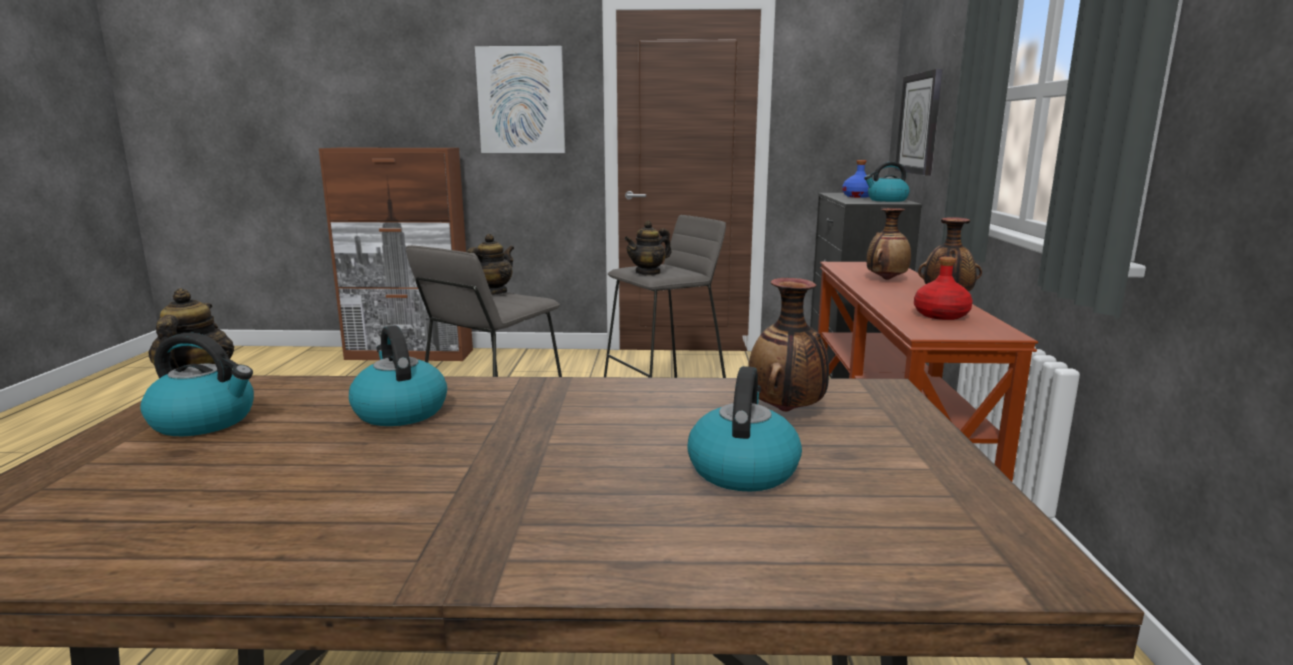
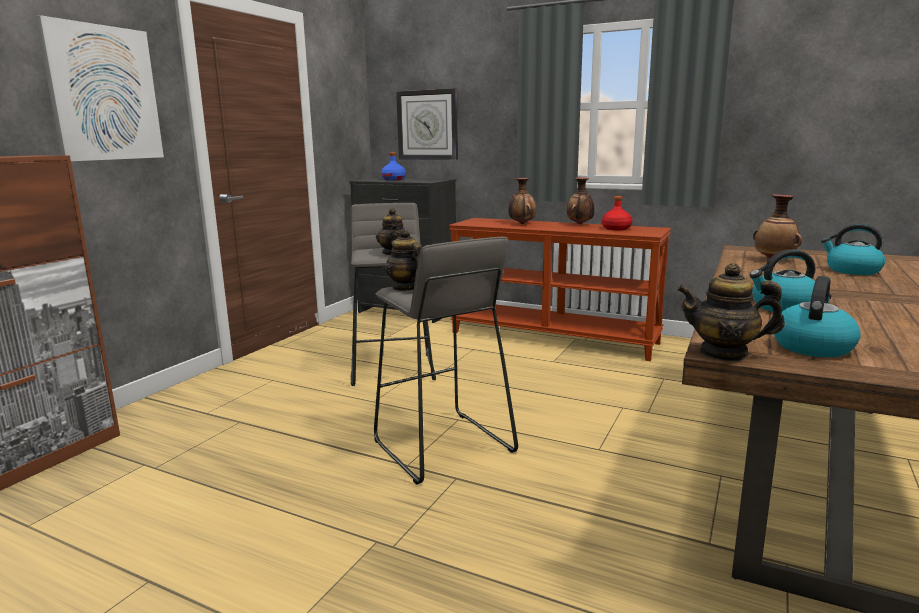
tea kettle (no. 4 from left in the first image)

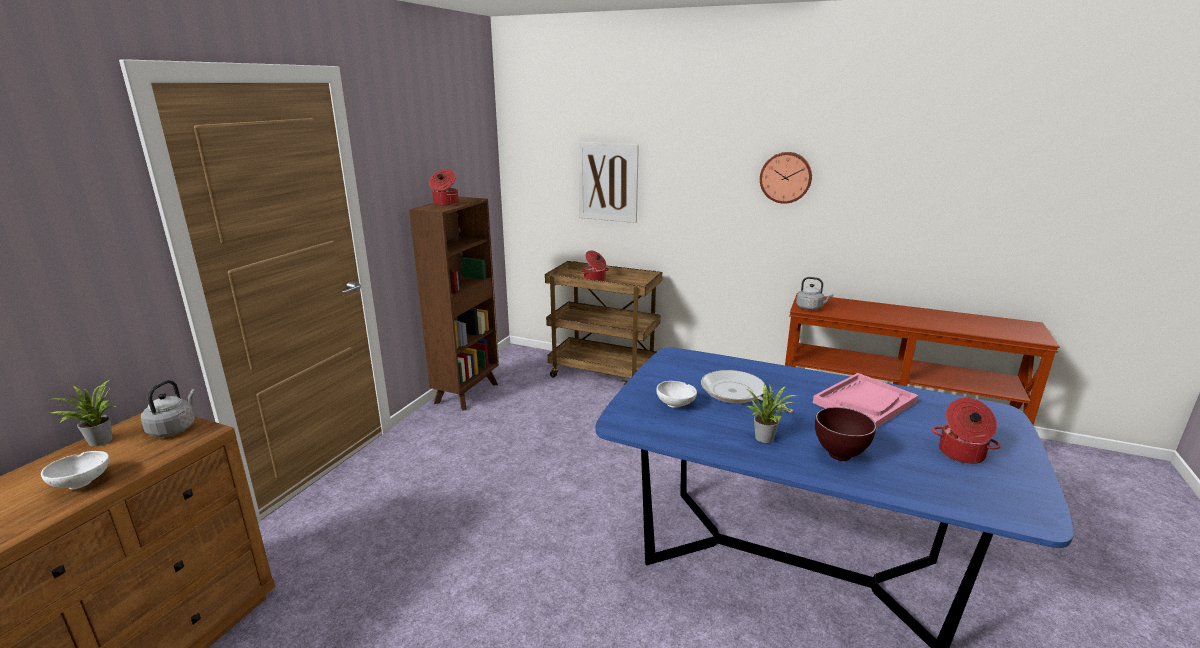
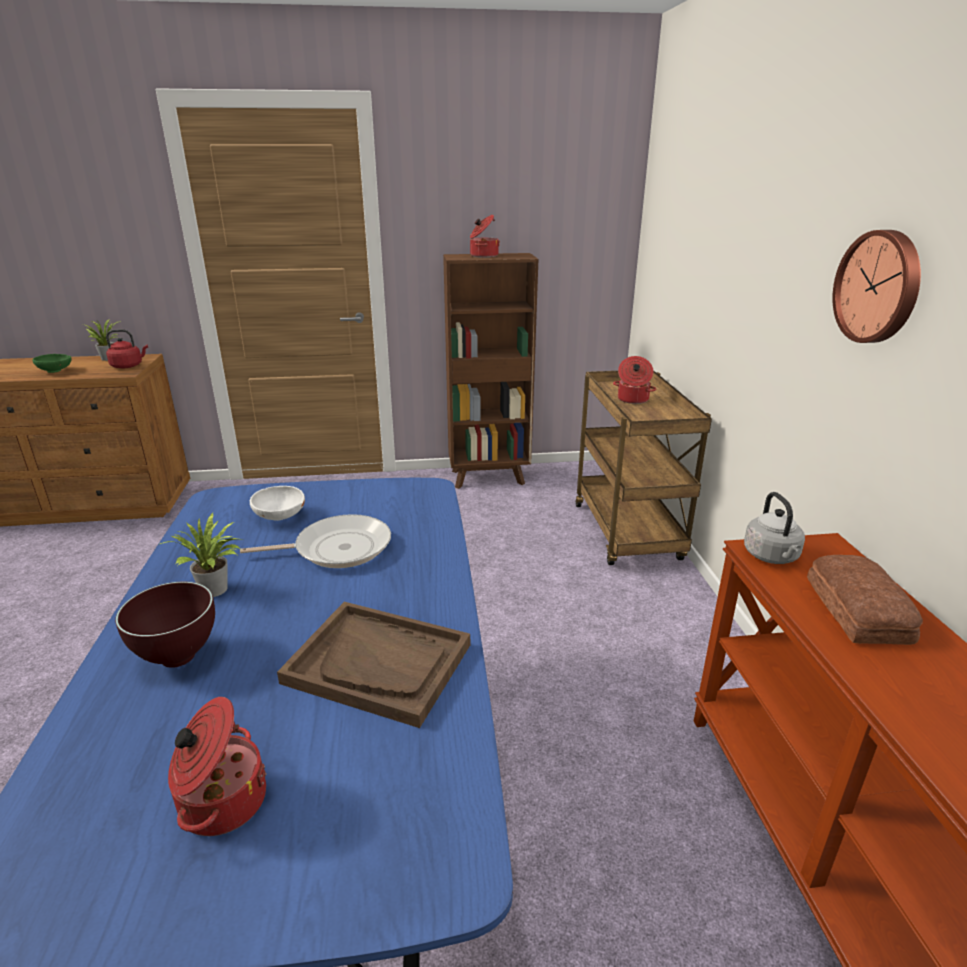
green serving bowl
red tea kettle
wall picture
skillet
brown carrying tray
bread

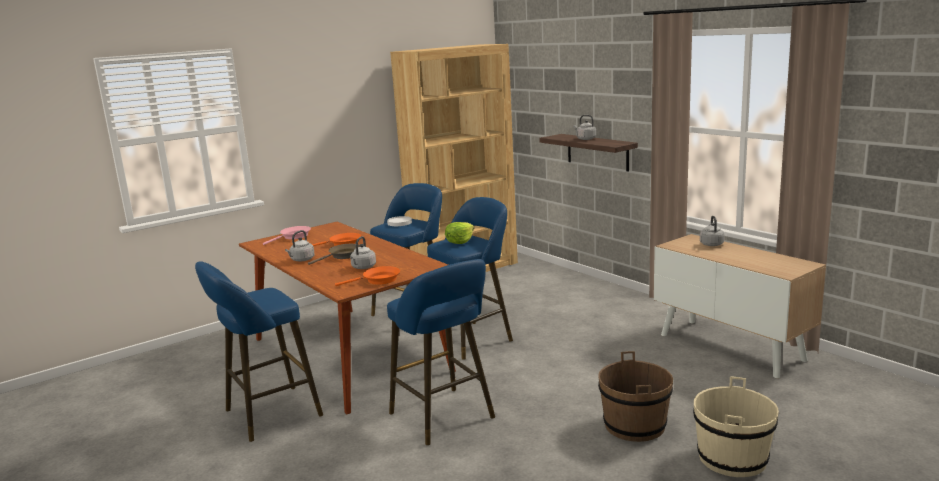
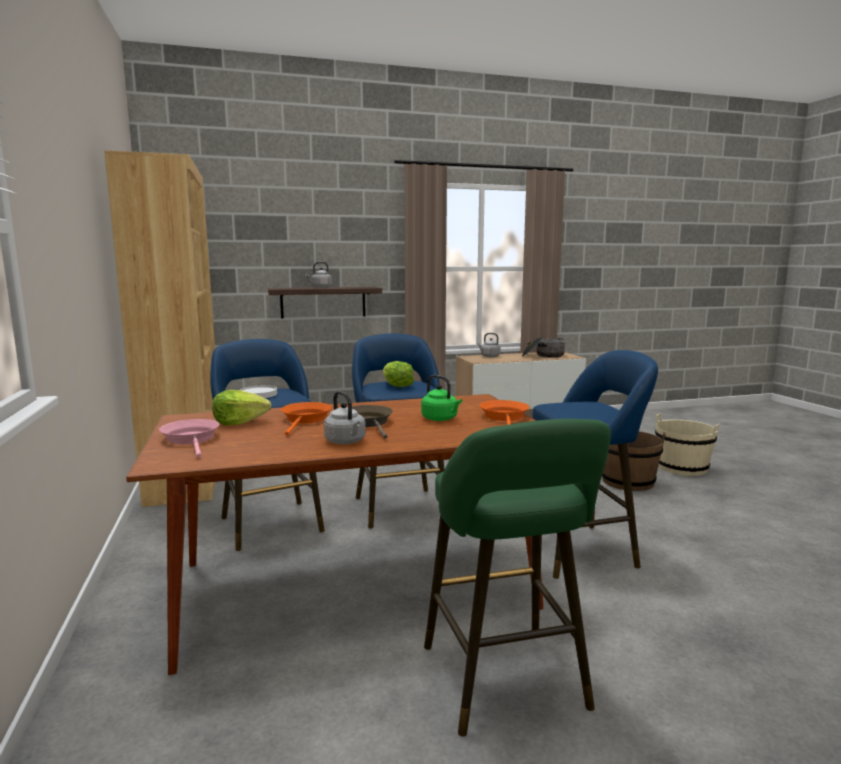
green sitting stool
green tea kettle
head of lettuce (no. 1 from left)
stockpot

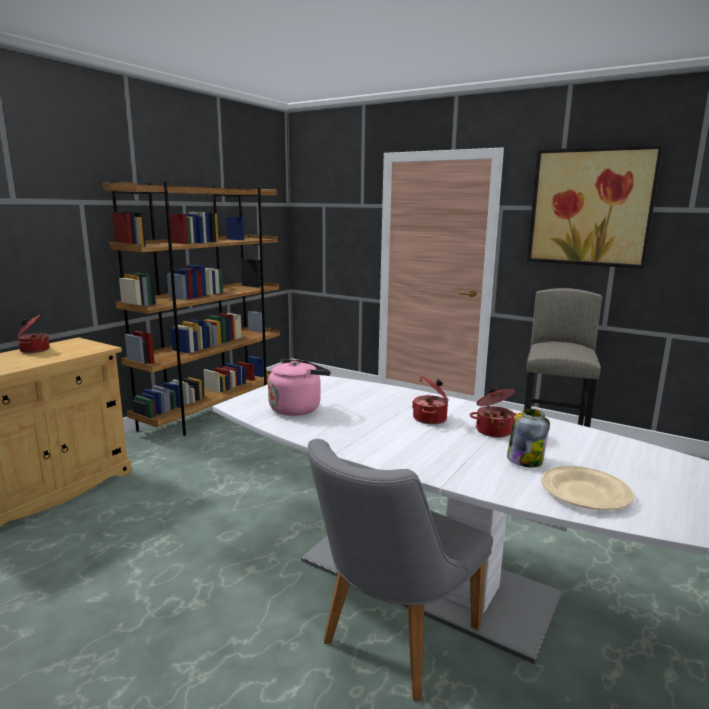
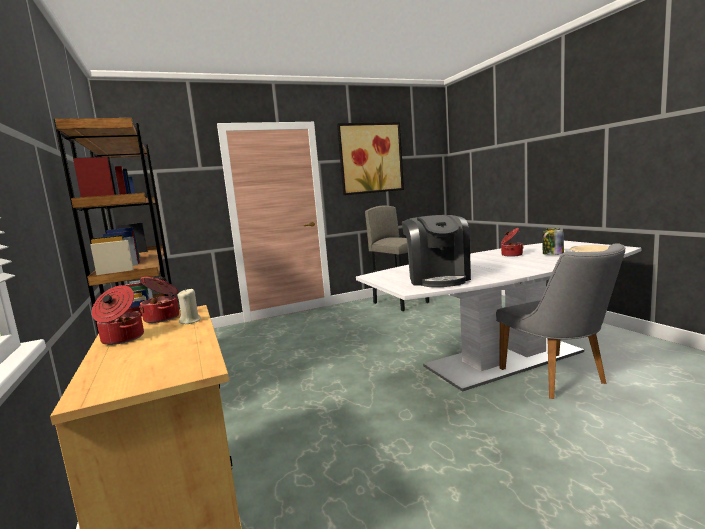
coffee machine
stockpot (no. 2 from left)
beige candle

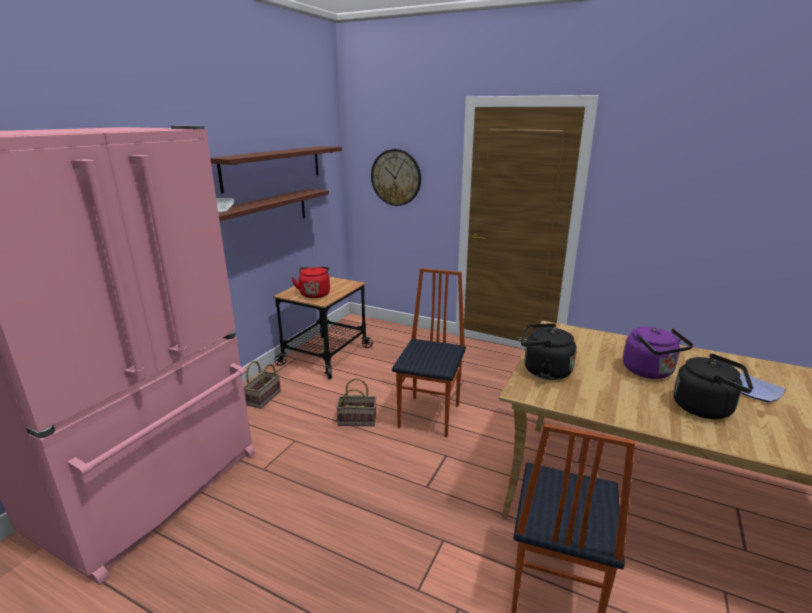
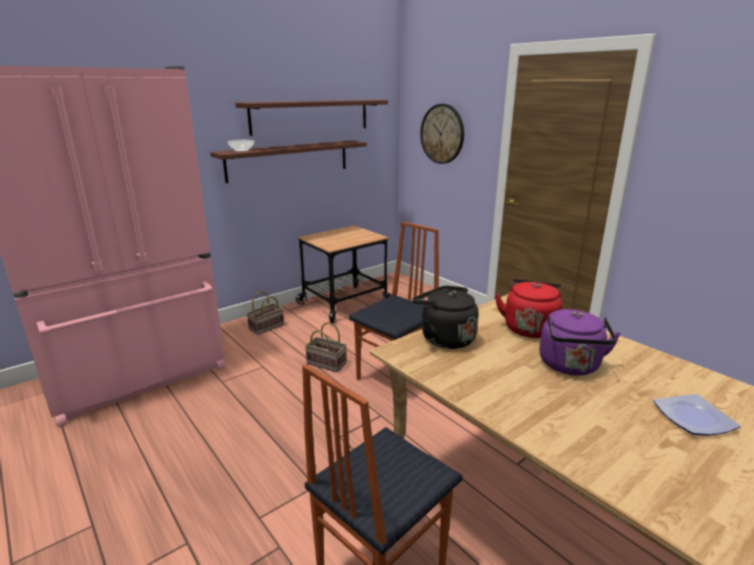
red tea kettle
black-coloured tea kettle (no. 2 from left in the first image)

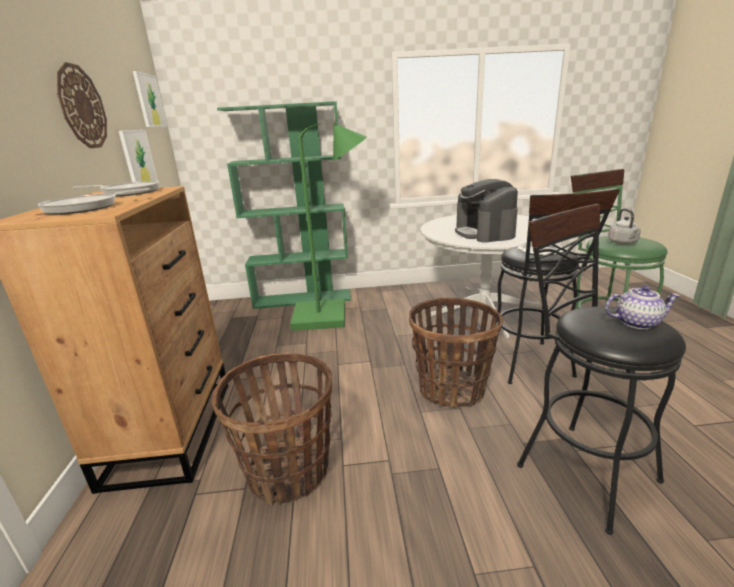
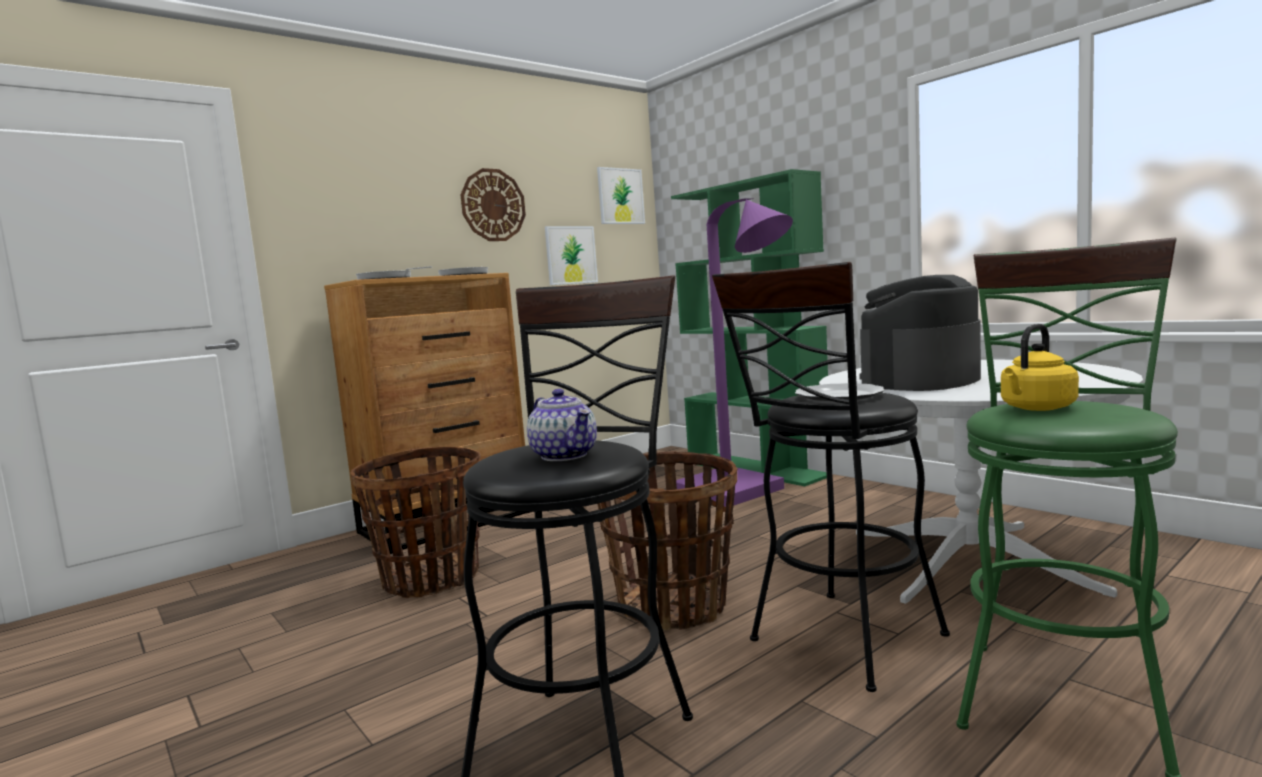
purplish standard lamp
yellow-coloured tea kettle

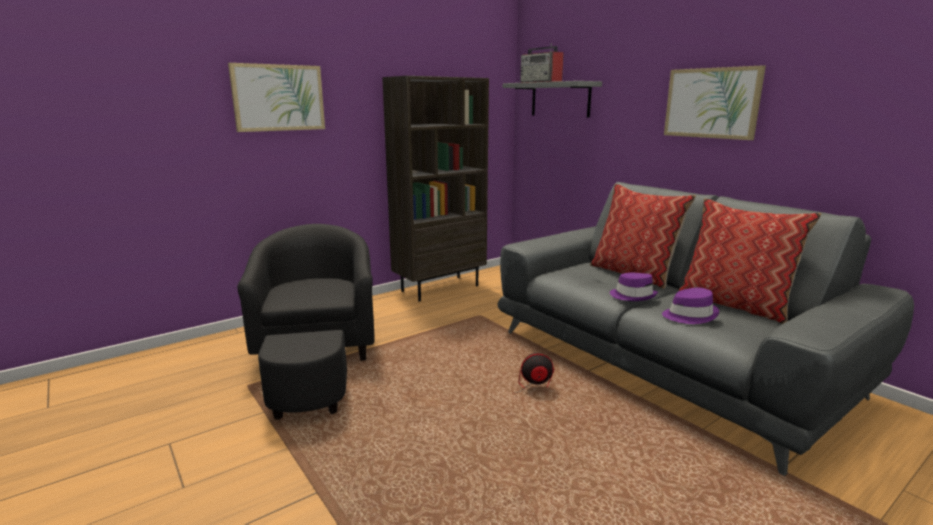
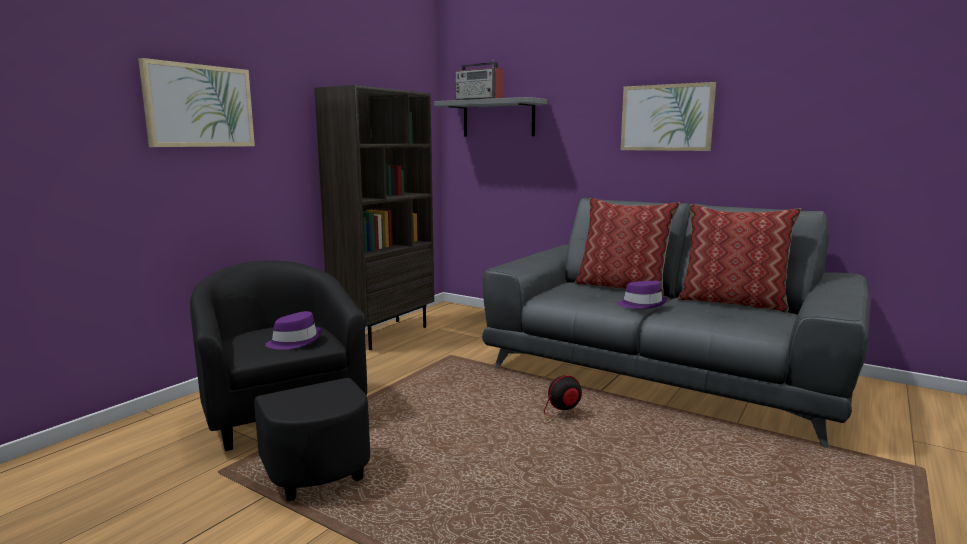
purplish wearable hat (no. 1 from left)

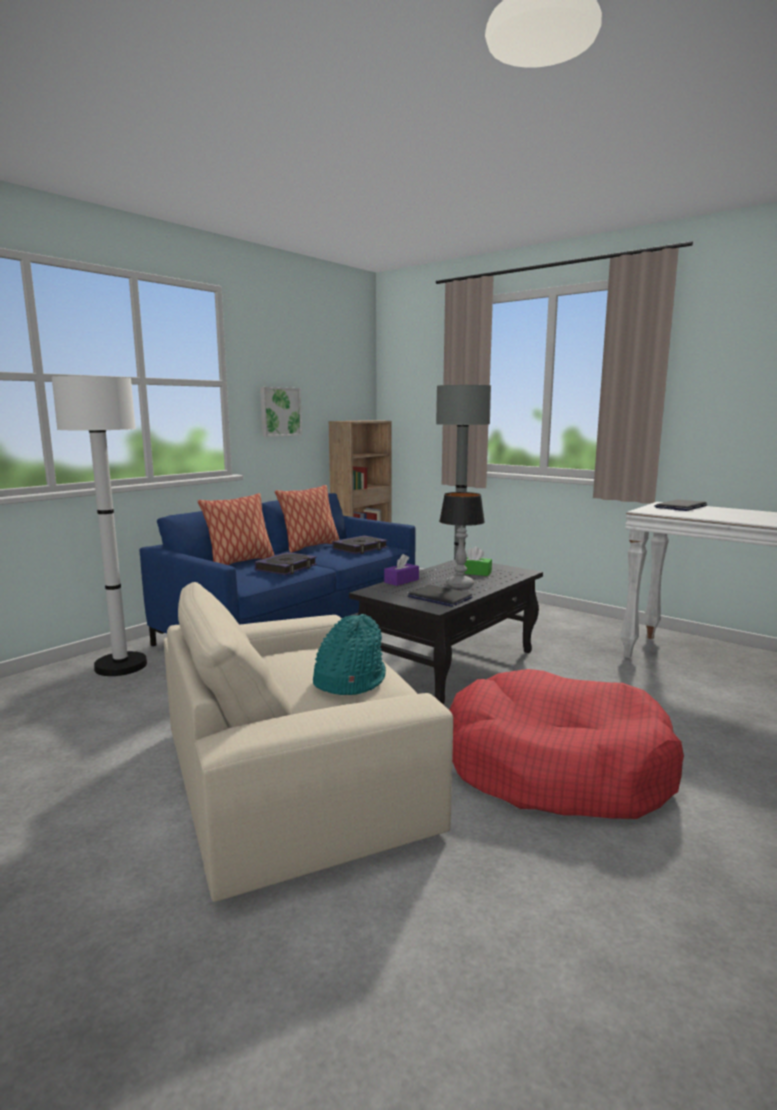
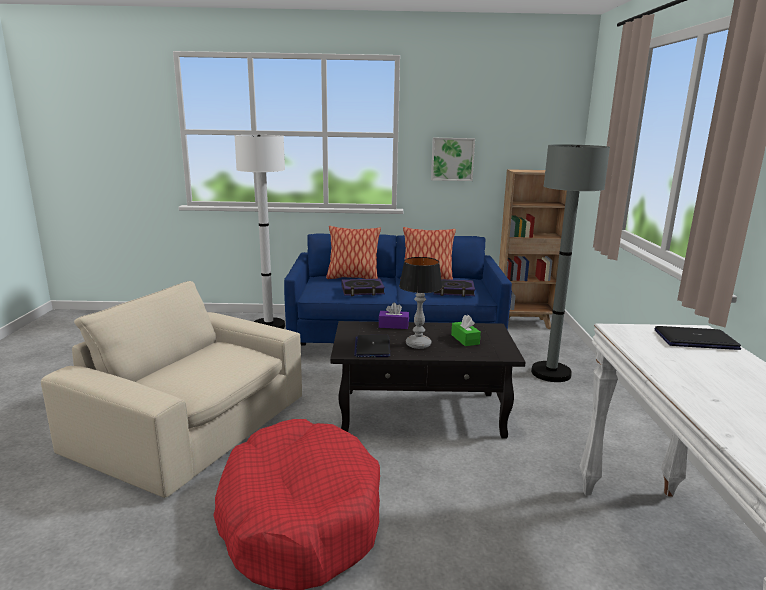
turquoise-coloured wearable hat

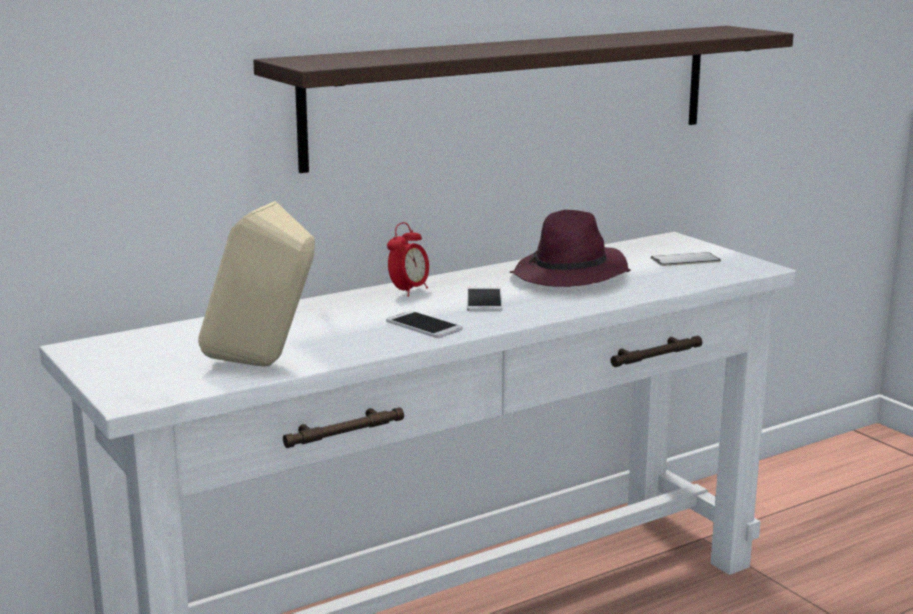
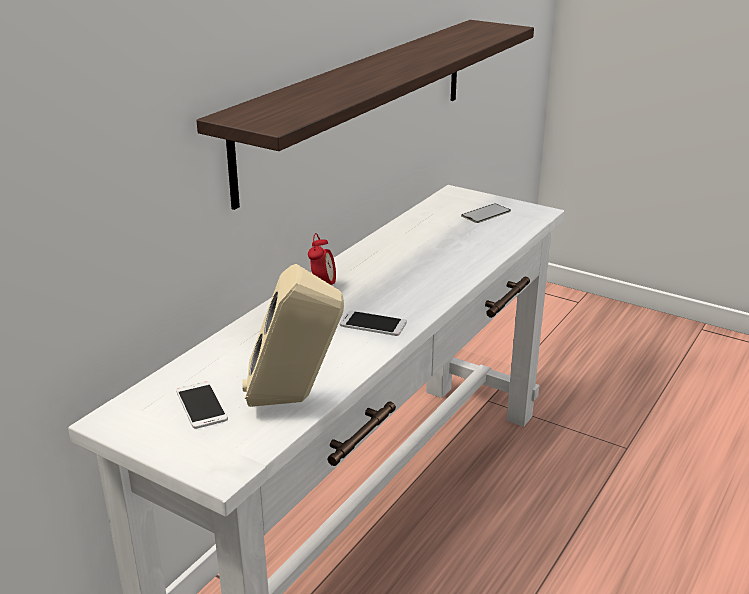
phone (no. 1 from left)
purplish wearable hat

